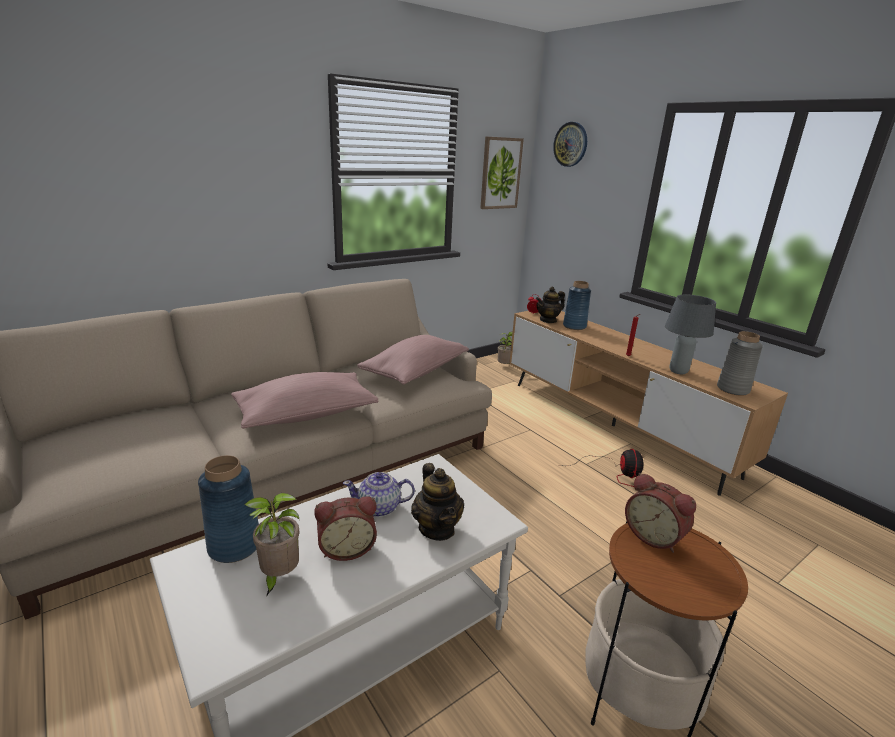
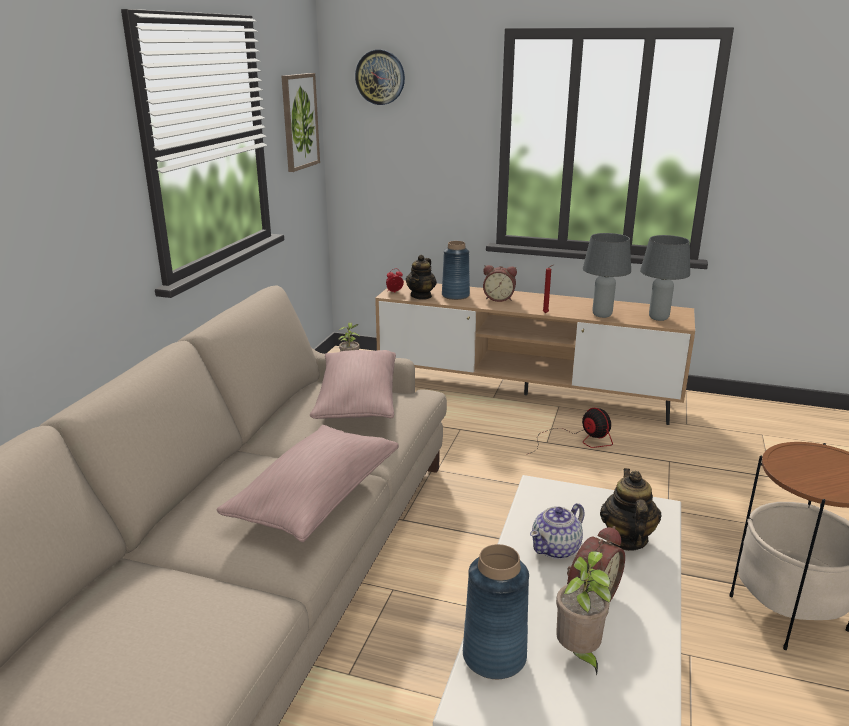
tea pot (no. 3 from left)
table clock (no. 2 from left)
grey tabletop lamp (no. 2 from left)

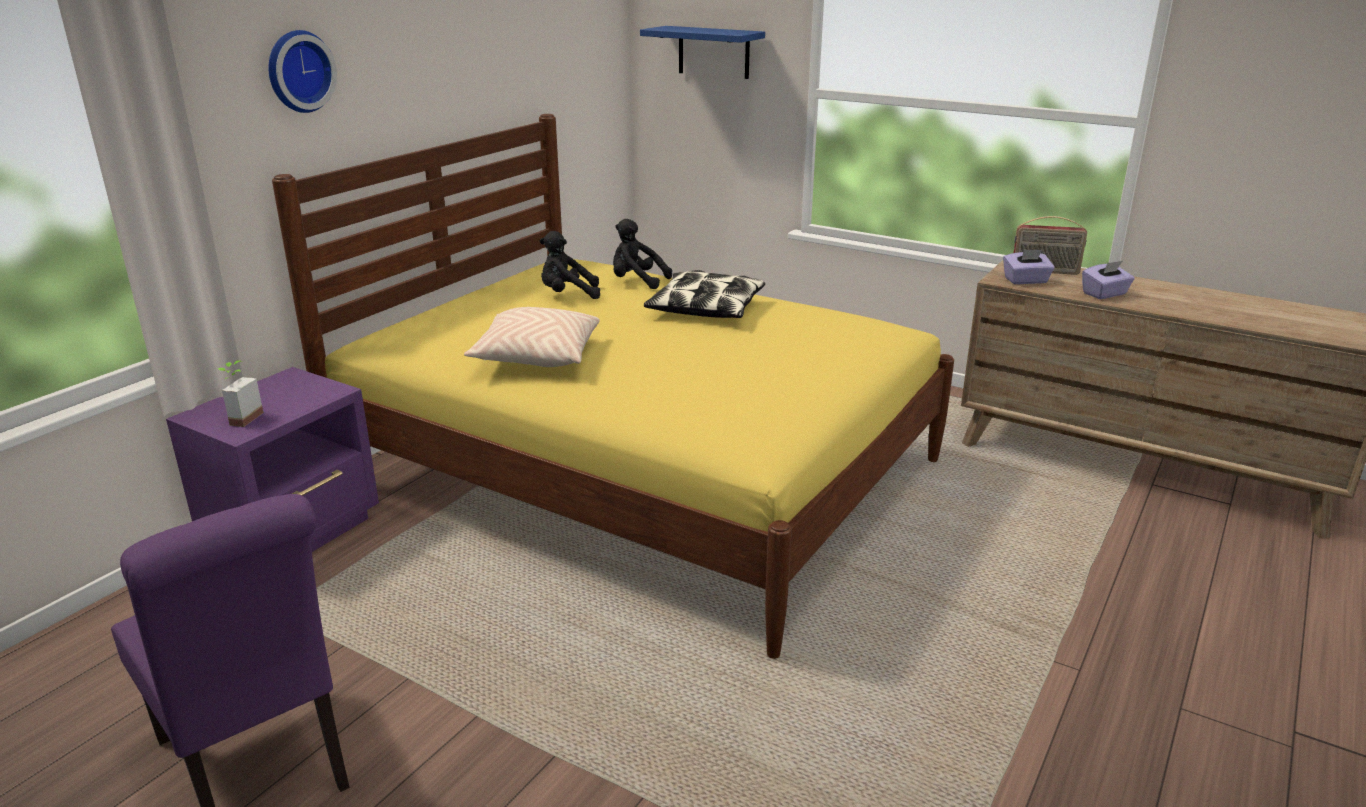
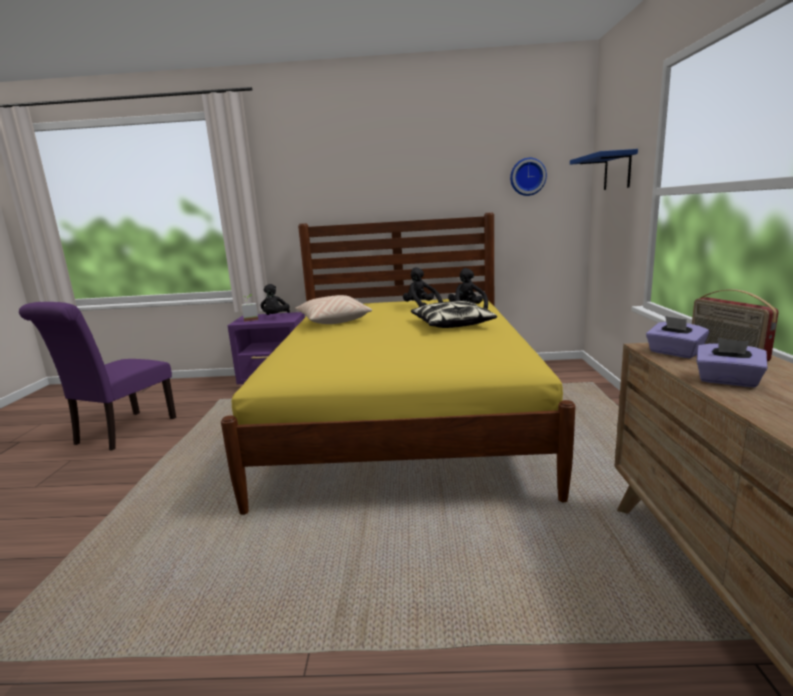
hanging clock
black-coloured cuddly toy (no. 1 from left)

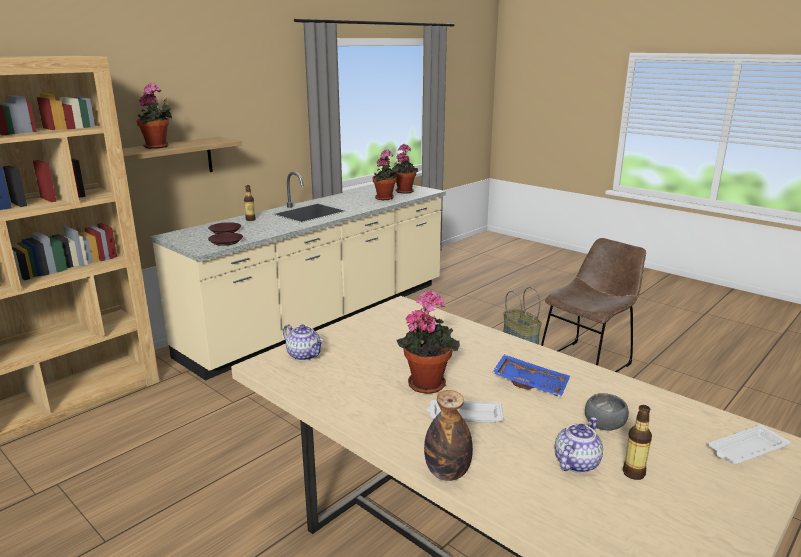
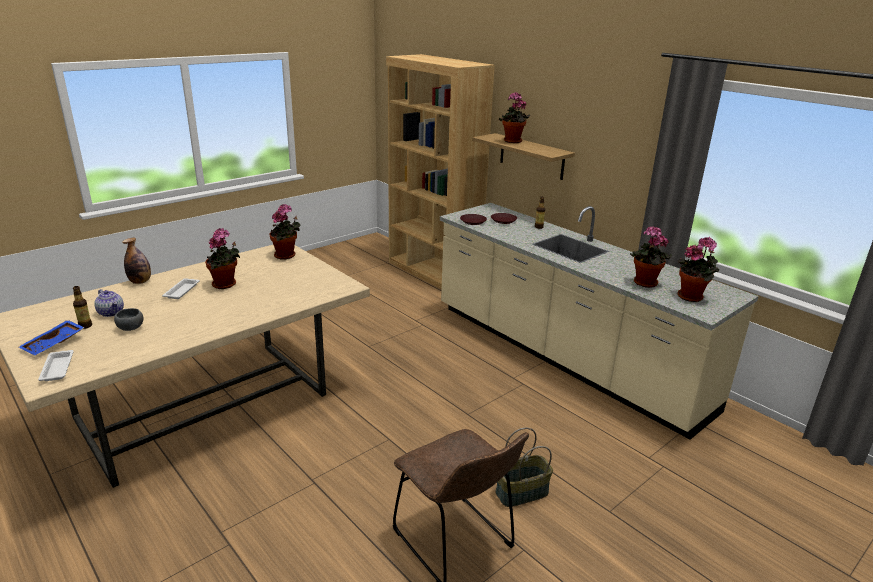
plant in a pot (no. 2 from left)
blue carrying tray

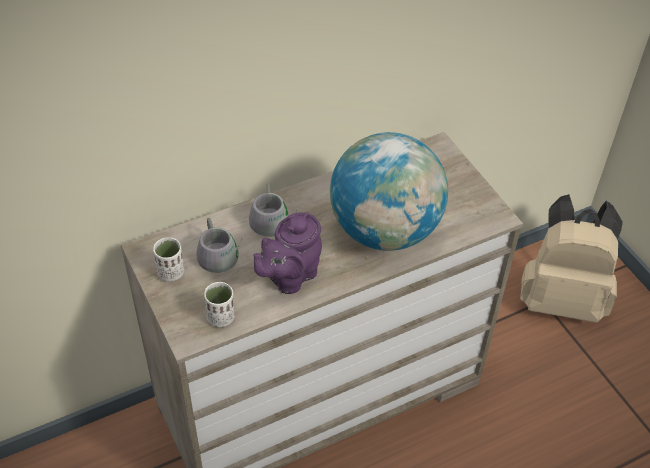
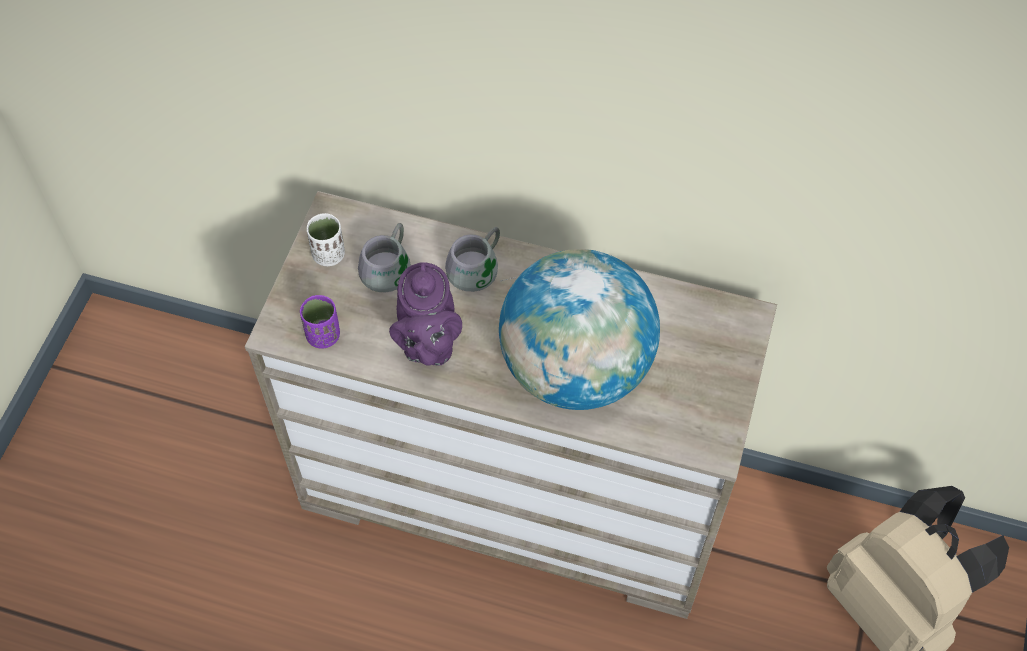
purplish drinking cup
purplish tea pot

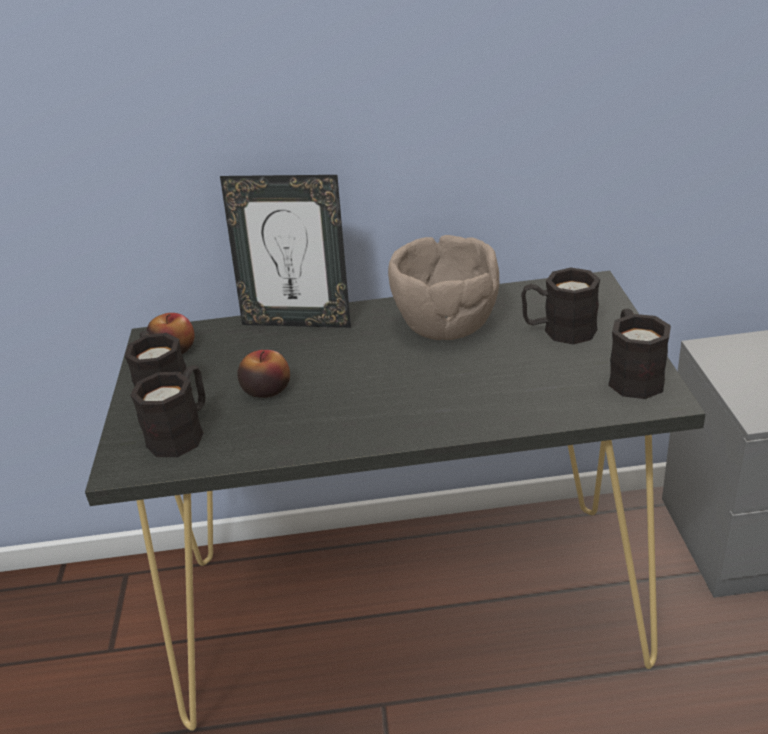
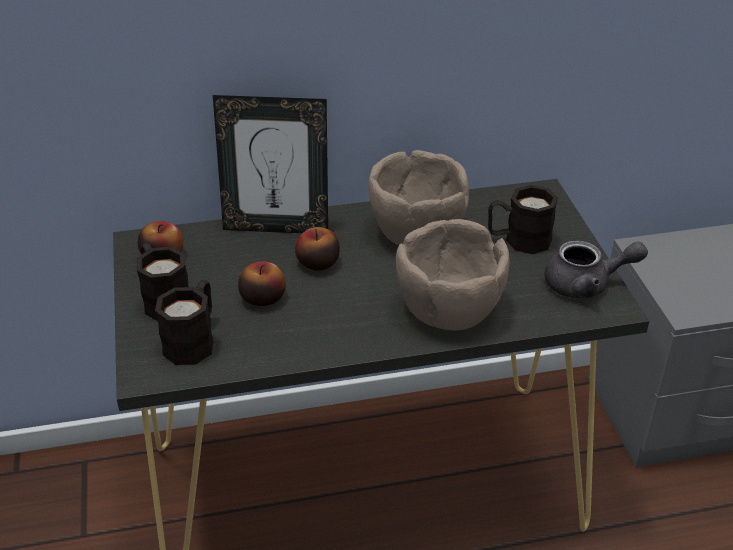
grey tea pot
whole apple (no. 3 from left)
brown serving bowl (no. 2 from left)

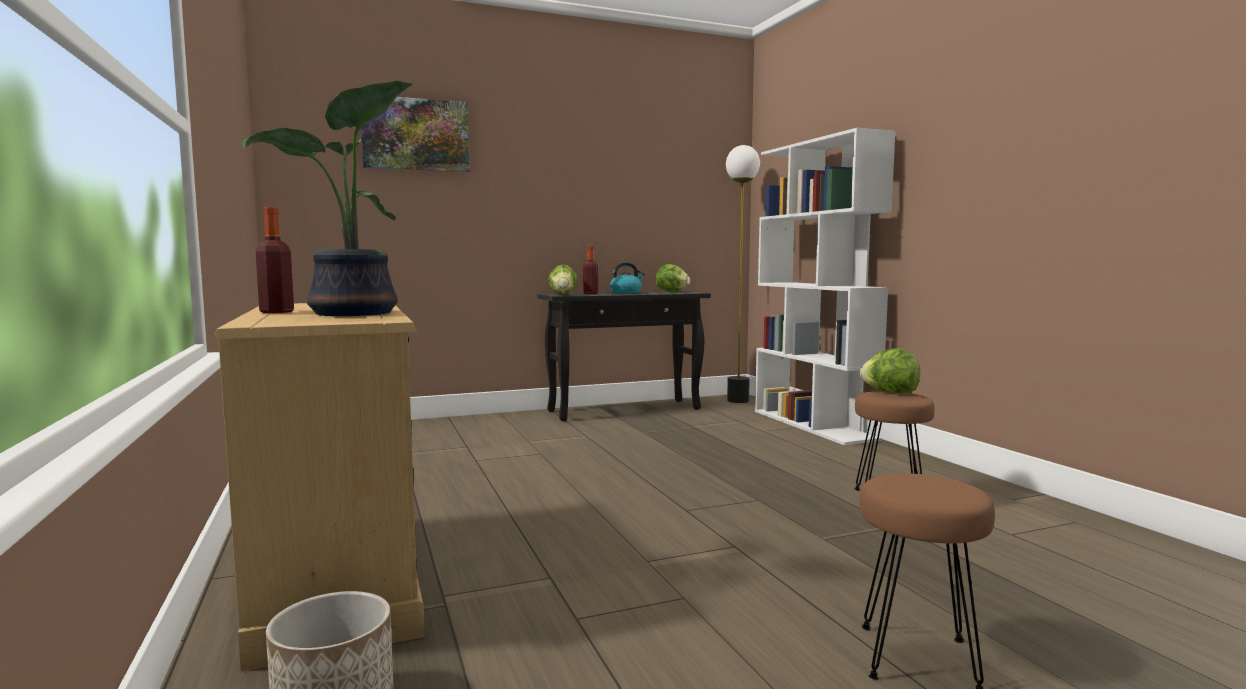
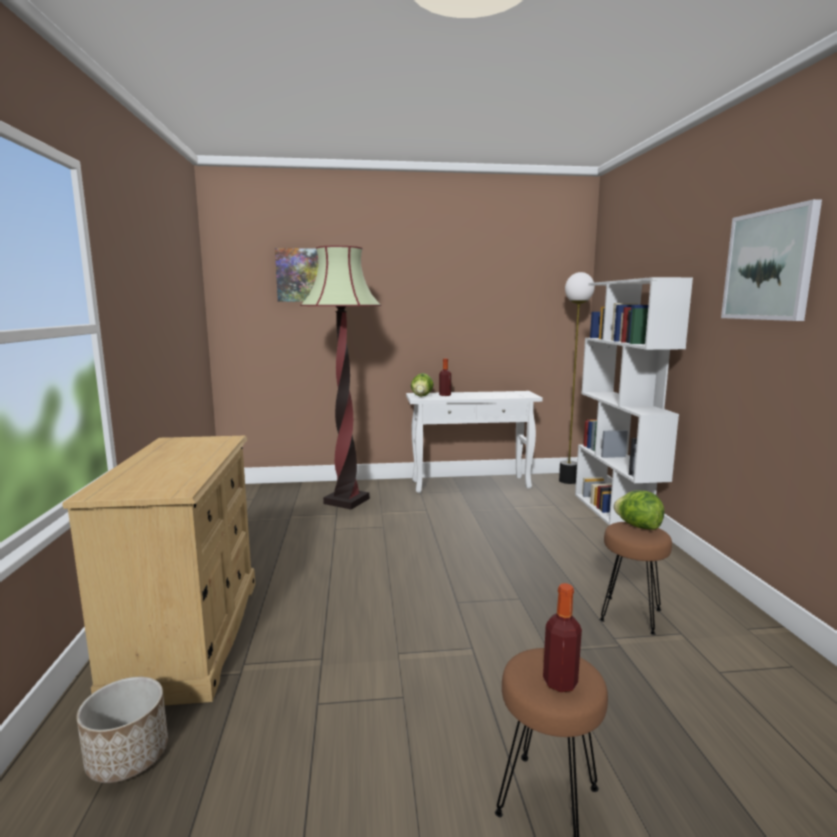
plant in a pot
drink bottle (no. 2 from left)
whitish narrow table
tea kettle
head of lettuce (no. 2 from left in the first image)
standard lamp (no. 1 from left)
wall picture (no. 2 from left)

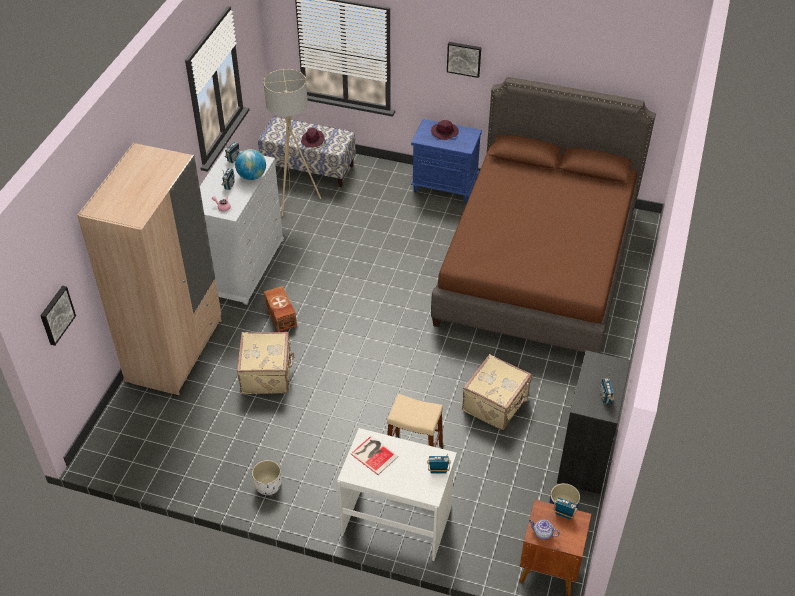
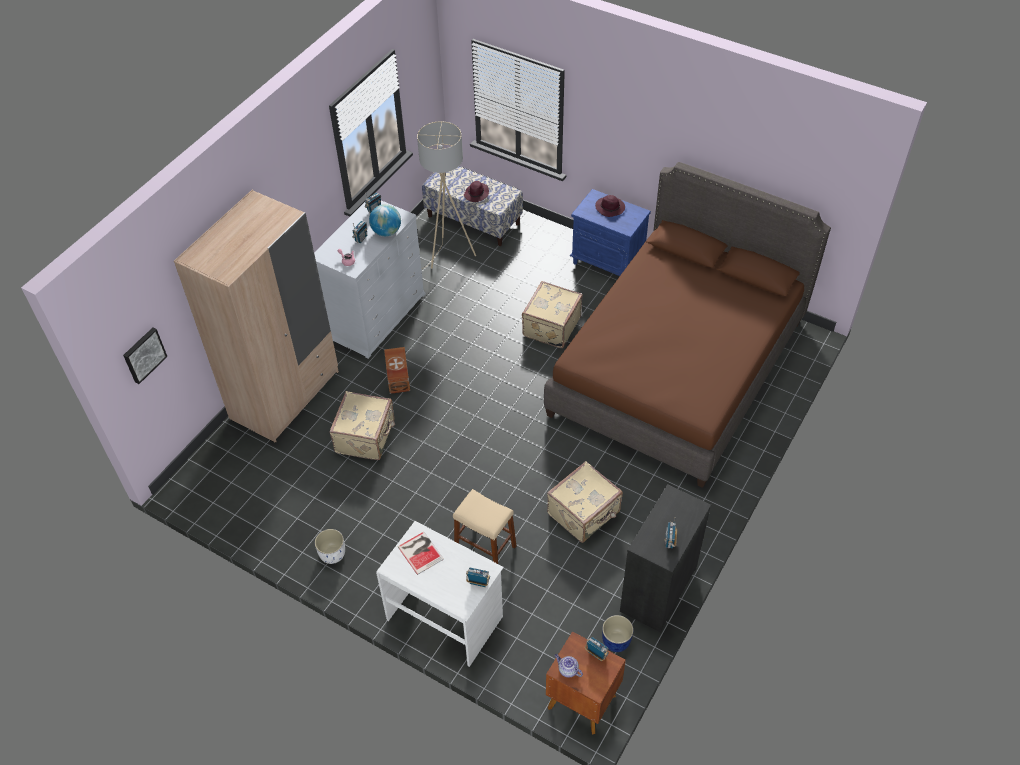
wall picture (no. 2 from left in the first image)
beige travel case (no. 2 from left)

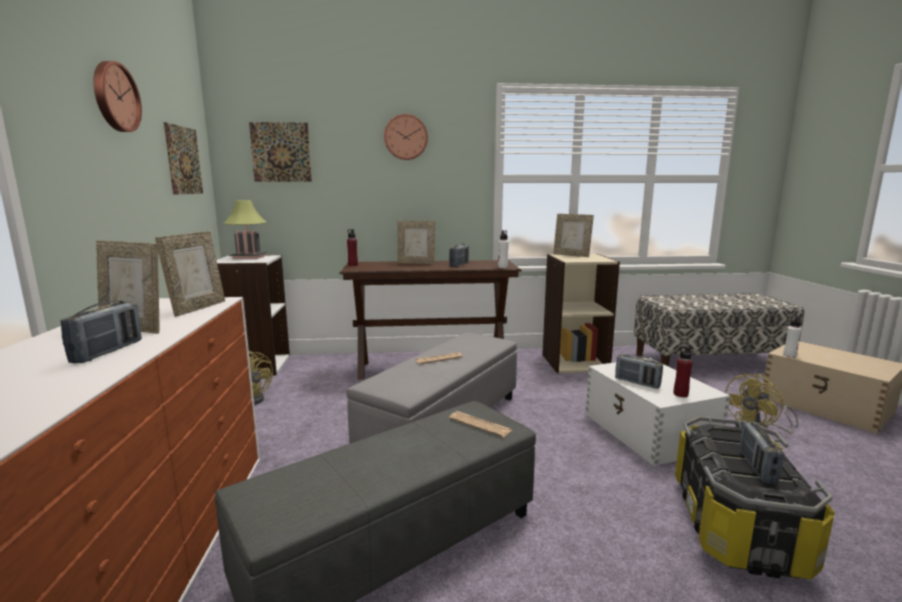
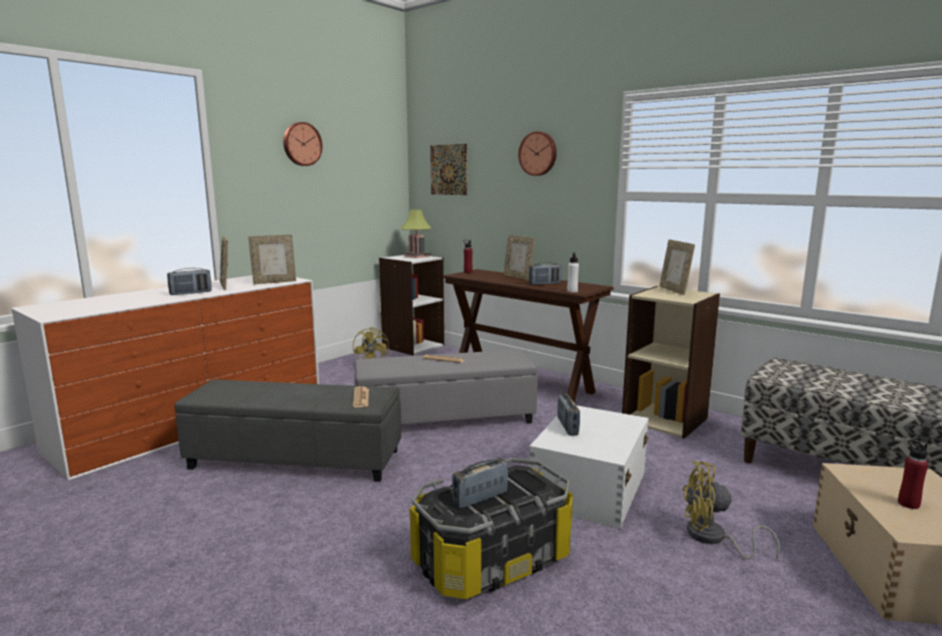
wall picture (no. 1 from left in the first image)
red drink bottle (no. 2 from left)
whitish drink bottle (no. 2 from left in the first image)

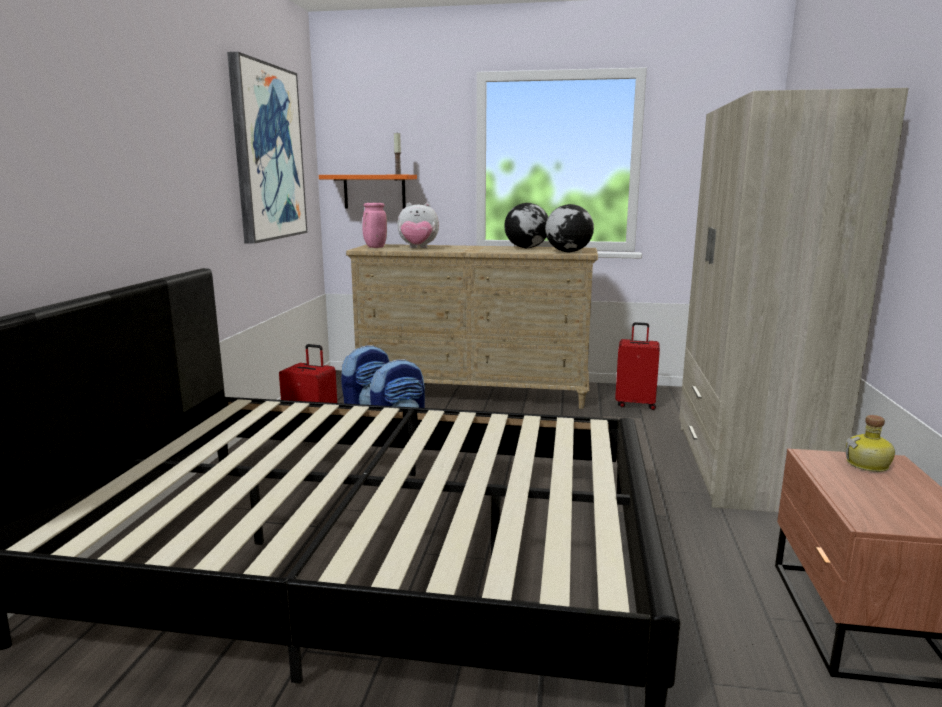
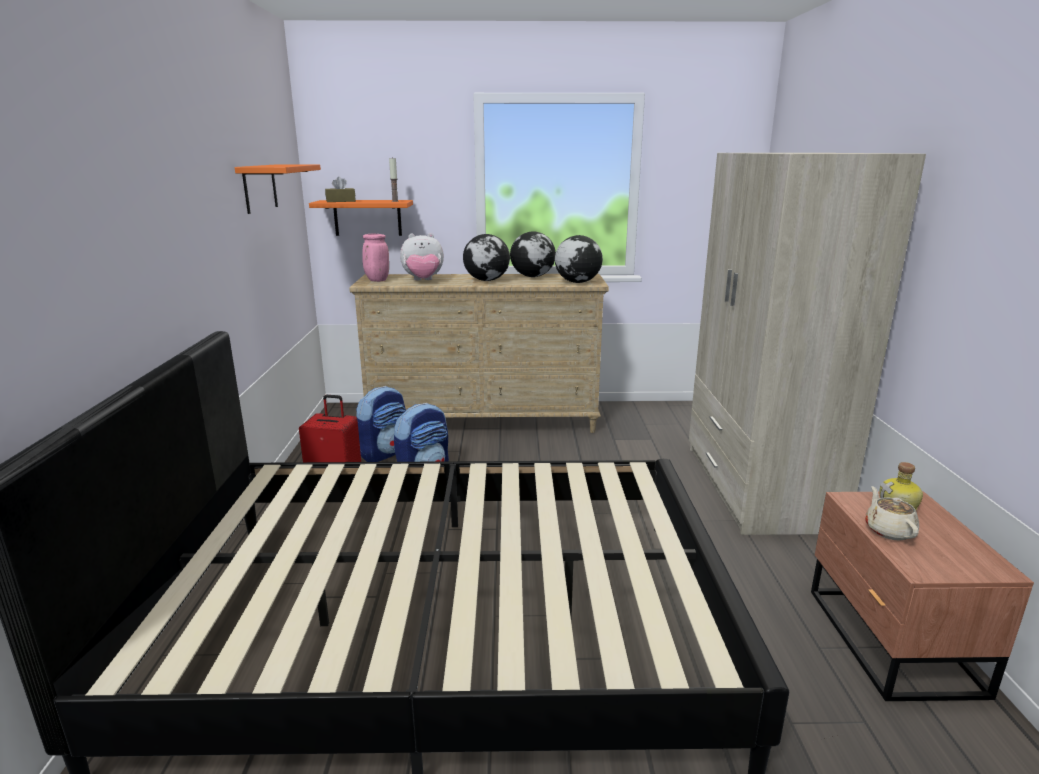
orange-coloured bracket shelf (no. 1 from left)
red travel case (no. 2 from left in the first image)
brown box of tissues
globe (no. 1 from left)
beige tea pot

